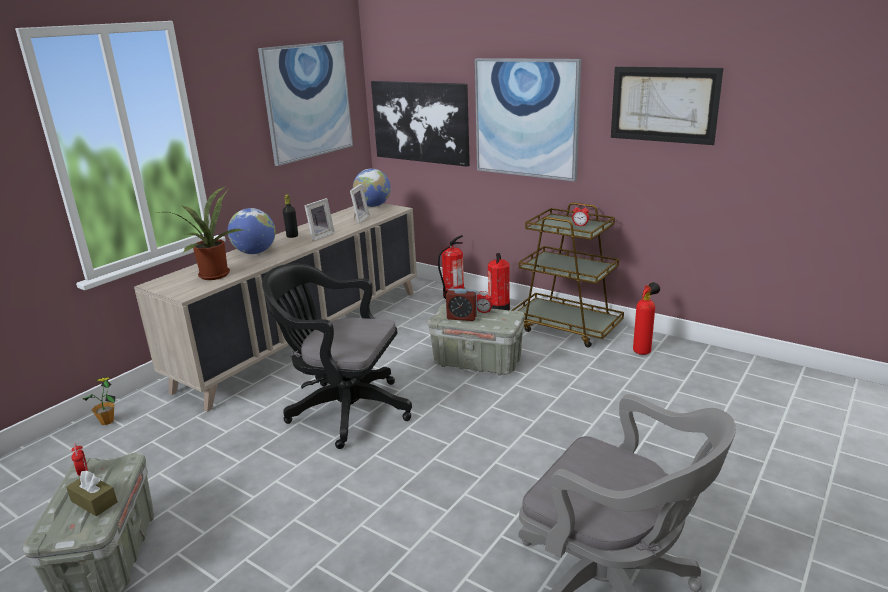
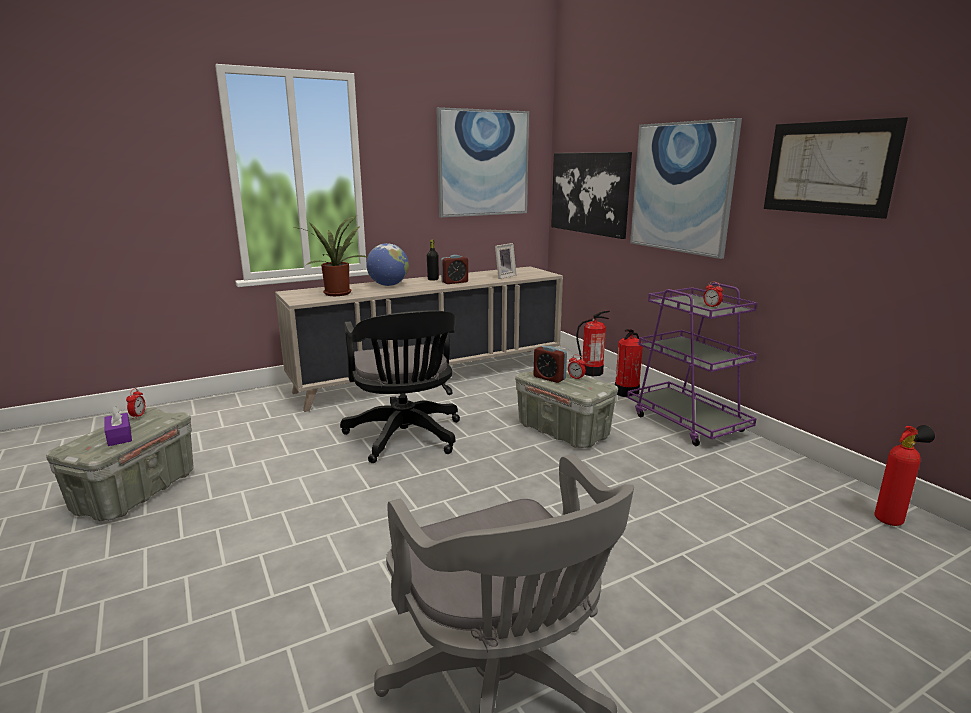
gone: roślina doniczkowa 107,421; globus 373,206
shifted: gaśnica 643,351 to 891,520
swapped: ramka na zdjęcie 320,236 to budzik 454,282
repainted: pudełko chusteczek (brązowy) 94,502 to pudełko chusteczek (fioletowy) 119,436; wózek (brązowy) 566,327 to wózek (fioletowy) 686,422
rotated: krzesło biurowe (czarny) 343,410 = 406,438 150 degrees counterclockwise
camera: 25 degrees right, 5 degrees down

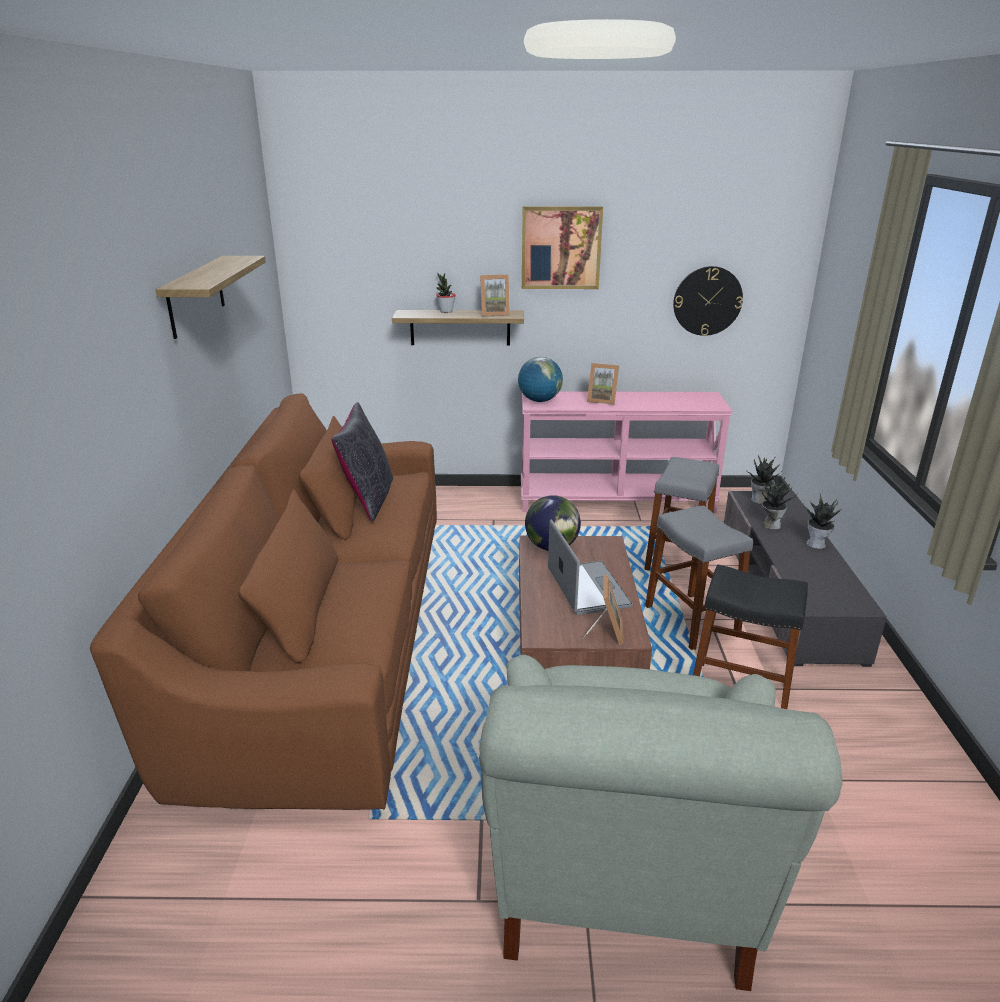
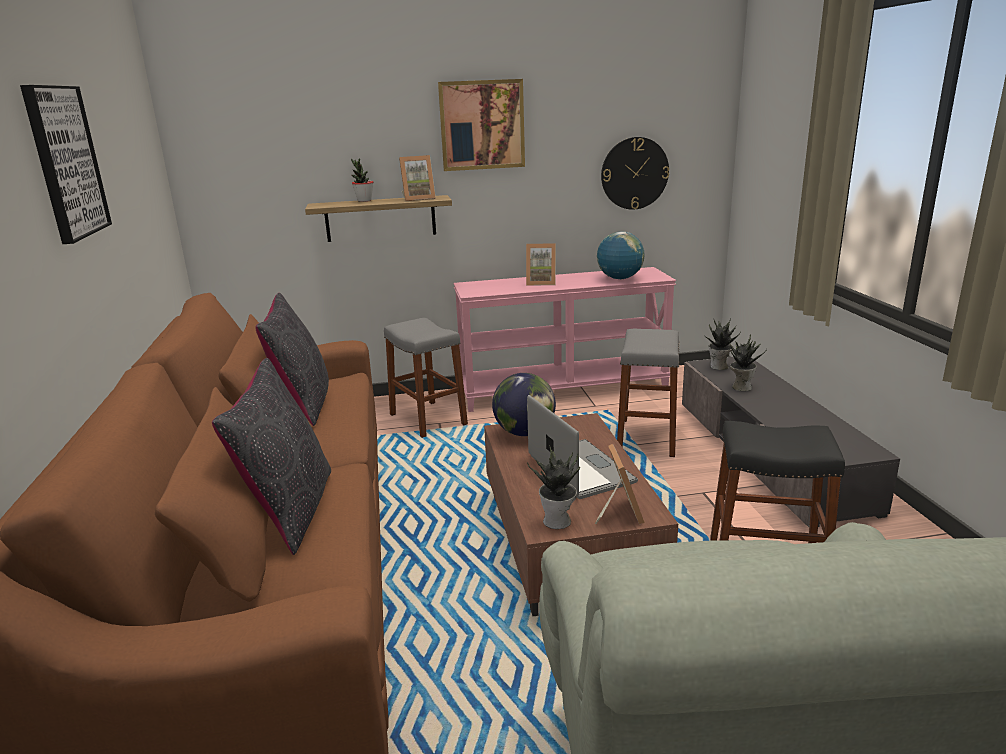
new: poduszka (czarny) 290,510
shifted: globus 539,401 to 619,278; stołek (szary) 691,621 to 428,419; roślina doniczkowa 816,544 to 558,521
swapped: półka 196,296 to obraz 65,162
camera: 10 degrees left, 5 degrees down

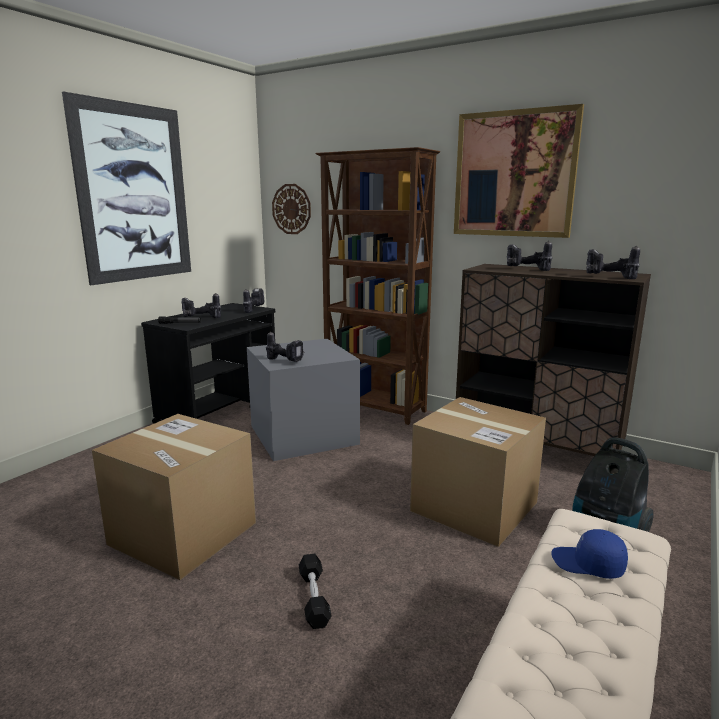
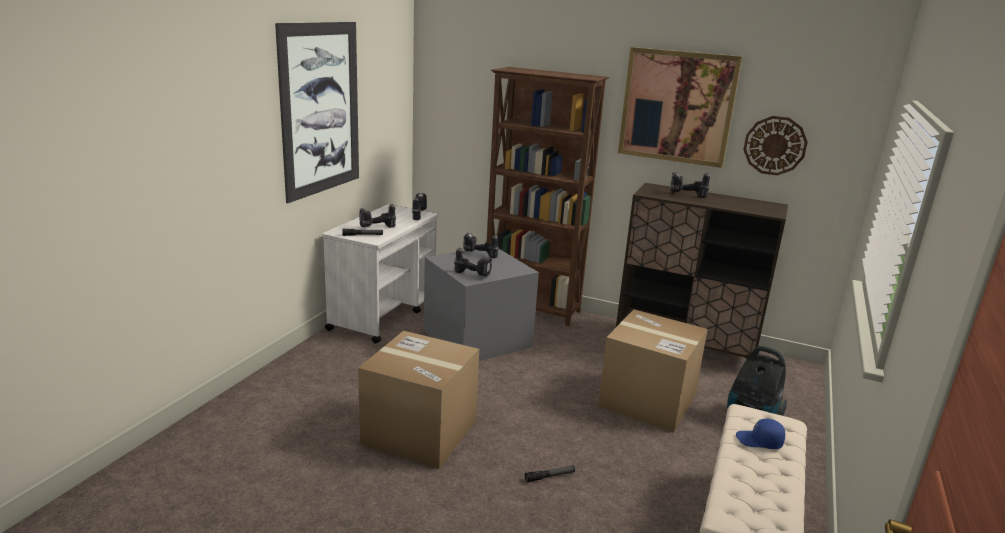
shifted: zegar ścienny 291,209 to 775,145; wiertarka 608,277 to 479,255
swapped: hantel (czarny) 314,598 to latarka 550,476
repainted: wózek (czarny) 220,411 to wózek (biały) 384,314
camera: 10 degrees left, 5 degrees up

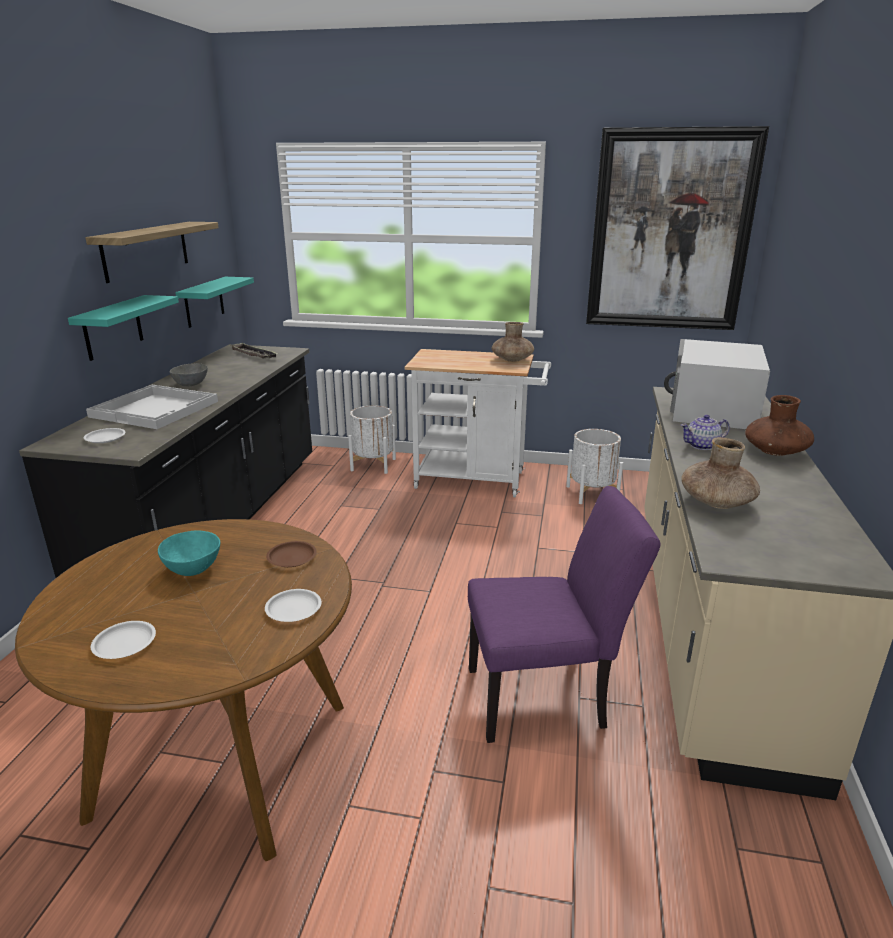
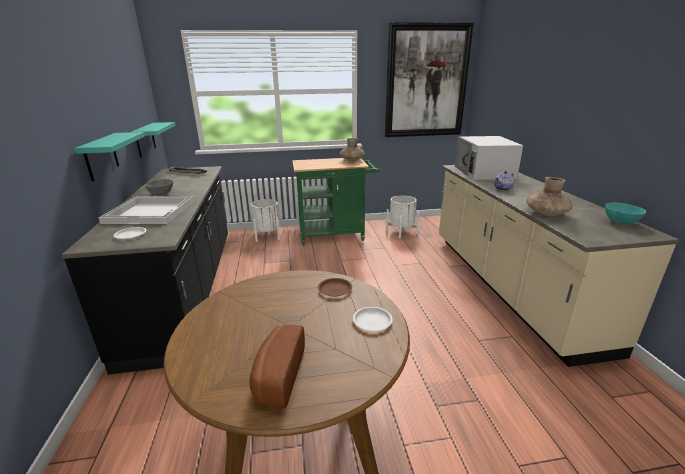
gone: półka 146,250; krzesło (fioletowy) 546,697; wazon (brązowy) 775,451
shifted: miska (turkusowy) 193,568 to 619,222
swapped: talerz (biały) 125,643 to chleb 277,376
repainted: wózek (biały) 477,480 to wózek (zielony) 335,235
camera: 20 degrees left, 0 degrees up

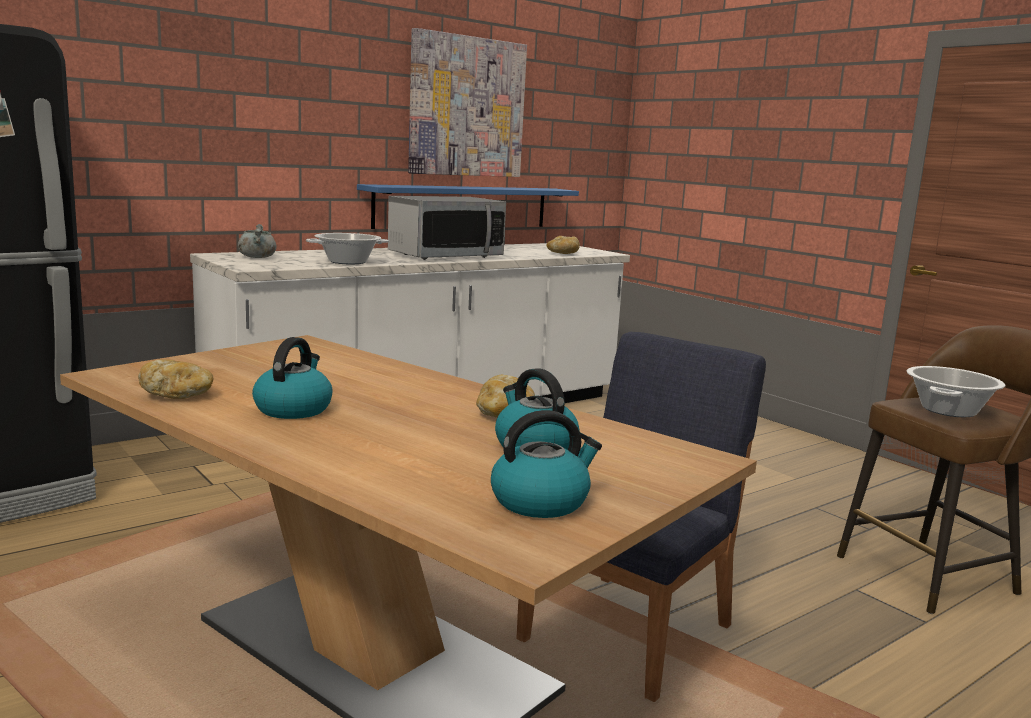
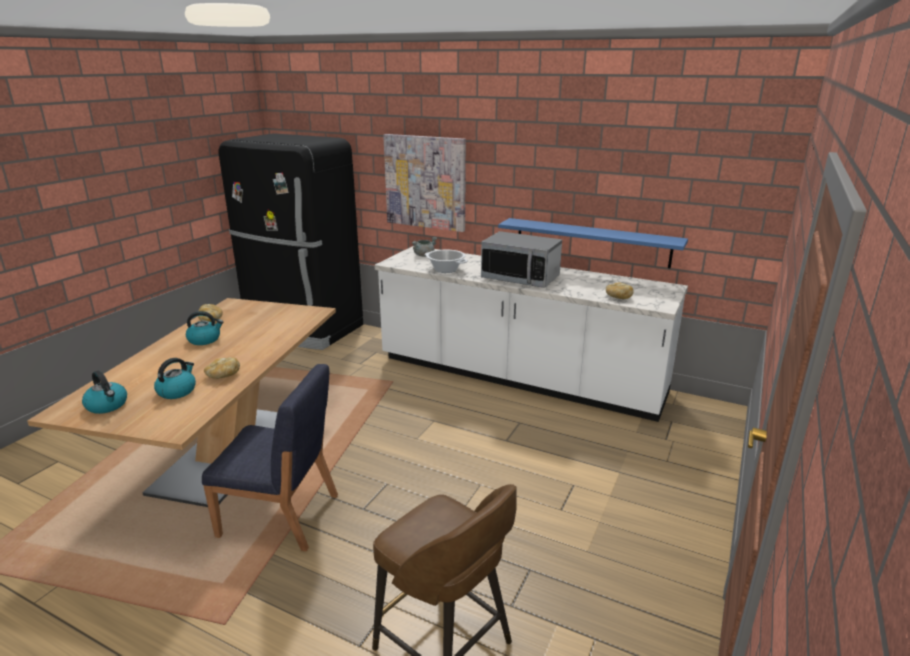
gone: garnek 948,410
shifted: obraz 466,107 to 425,182
camera: 65 degrees right, 10 degrees up

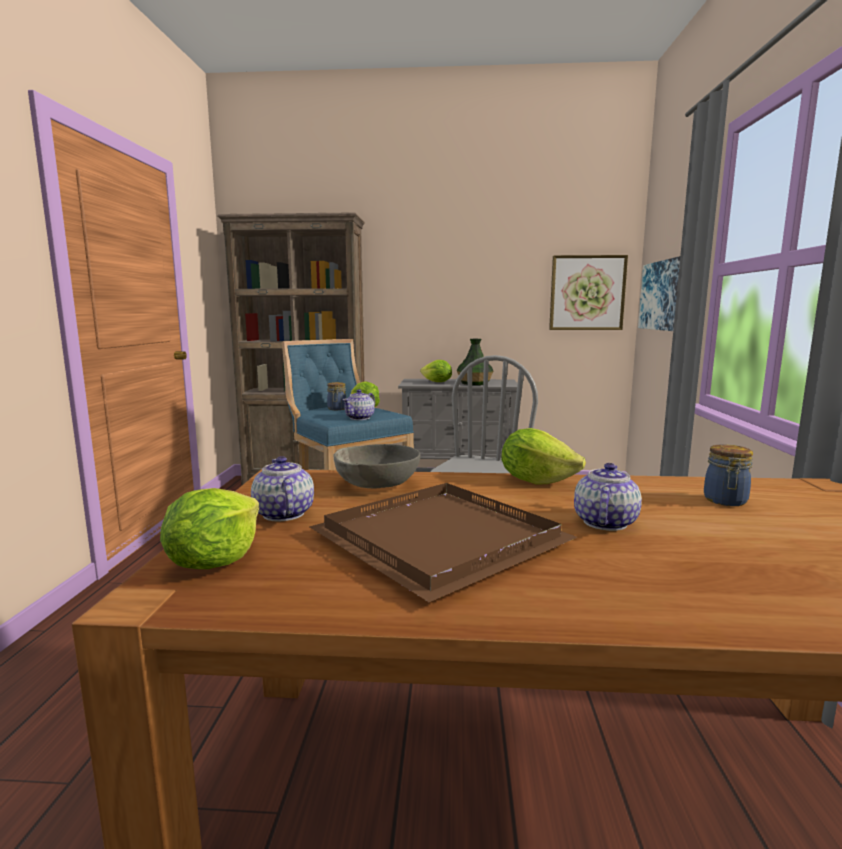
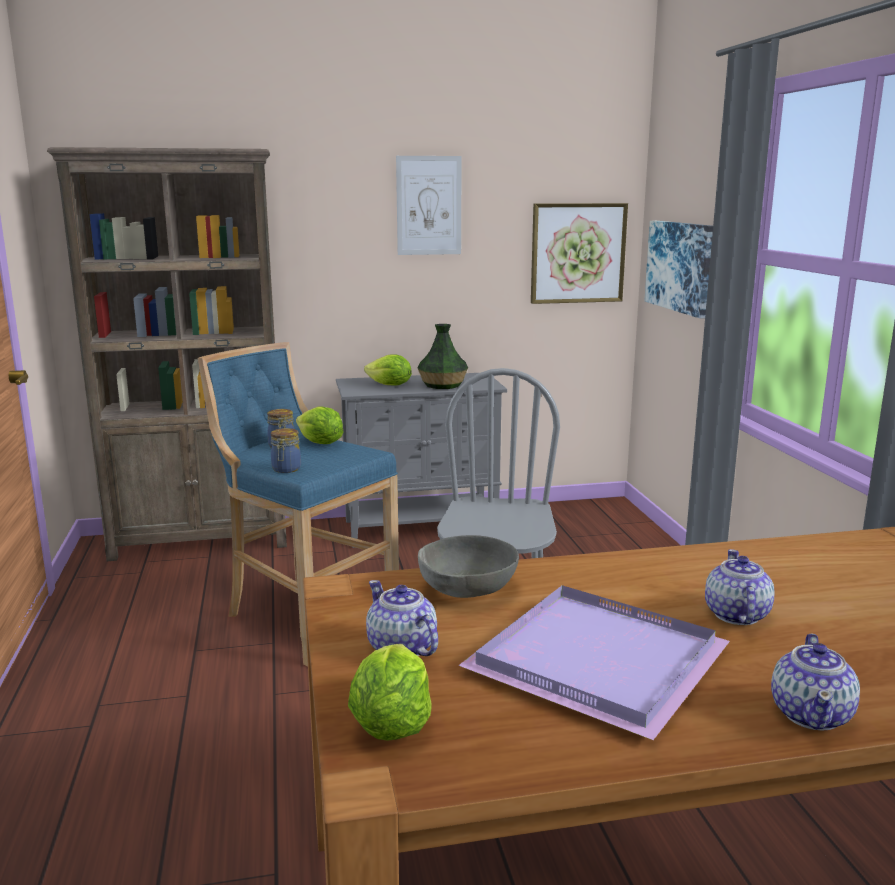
gone: sałata 536,481
new: obraz 429,205
shifted: imbryk 360,418 to 812,714; słoik 725,501 to 286,469
repainted: taca (brązowy) 440,538 to taca (fioletowy) 595,658
camera: 15 degrees left, 5 degrees up

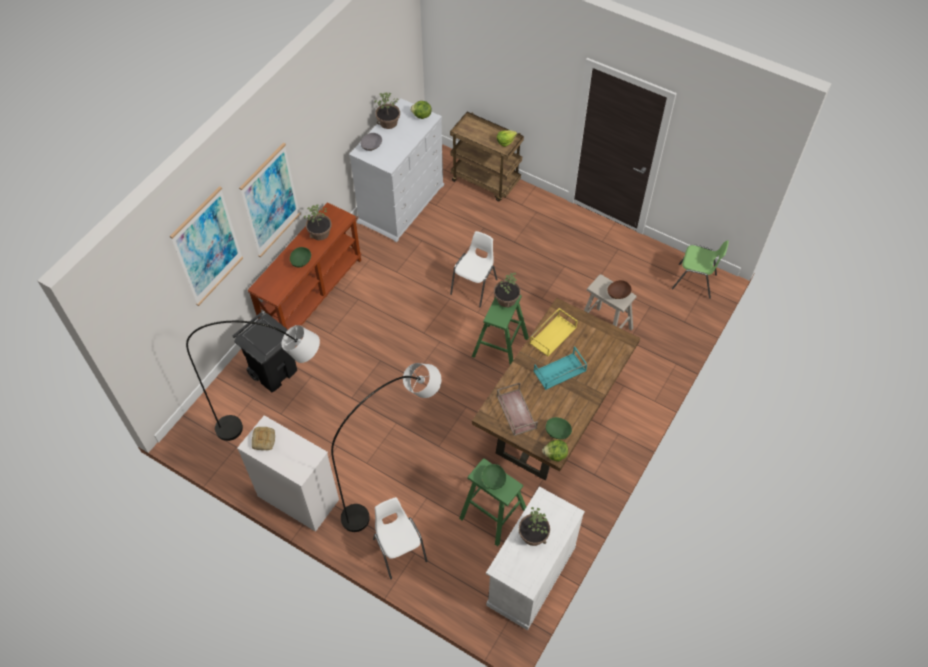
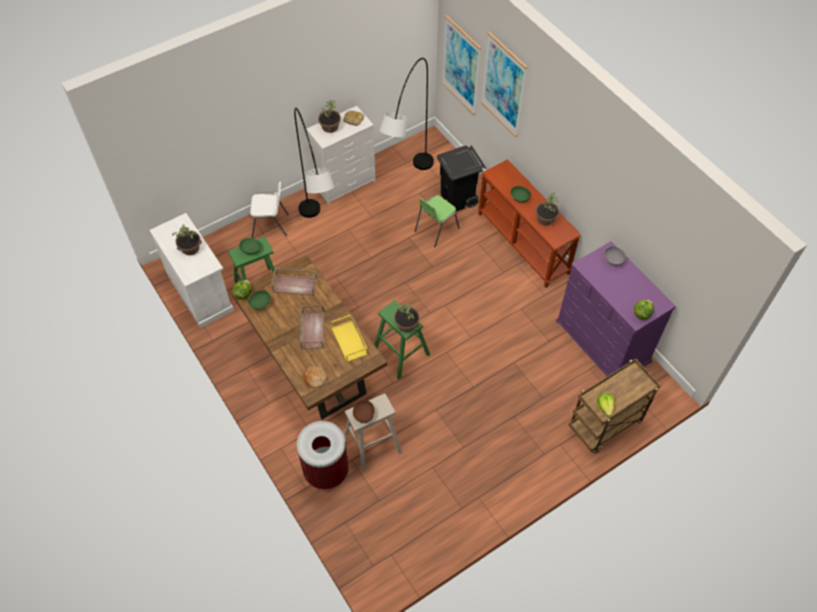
gone: krzesło (biały) 474,286
new: kosz na śmieci 326,471; chleb 315,378
shifted: obraz 270,201 to 461,65; roślina doniczkowa 388,123 to 330,127; krzesło (zielony) 694,282 to 436,230
repainted: komoda (biały) 401,203 to komoda (fioletowy) 603,341; taca (turkusowy) 559,372 to taca (brązowy) 312,329
camera: 115 degrees right, 0 degrees up

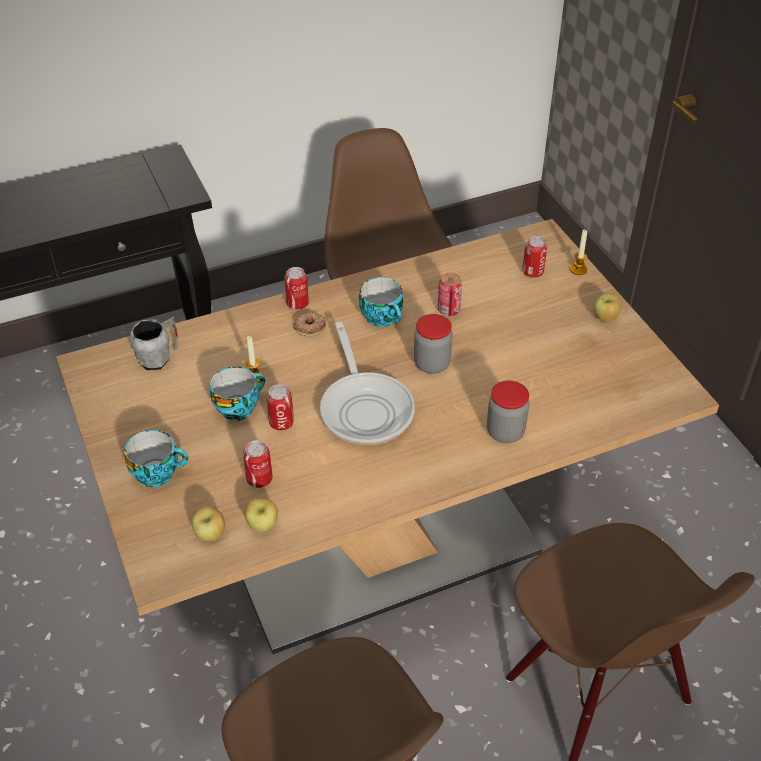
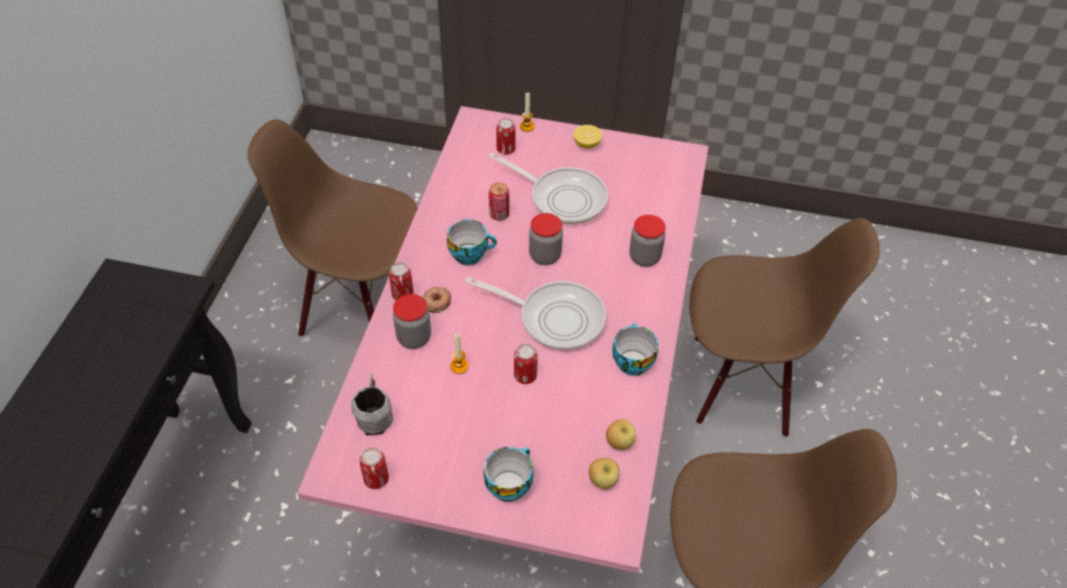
new: słoik 414,338; patelnia 562,198
shifted: filiżanka 238,407 to 631,361; puszka 259,479 to 376,479
swapped: jabłko 605,318 to cytryna 587,144
repainted: stół jadalny (brązowy) 380,542 to stół jadalny (różowy) 530,424
camera: 55 degrees left, 5 degrees up

